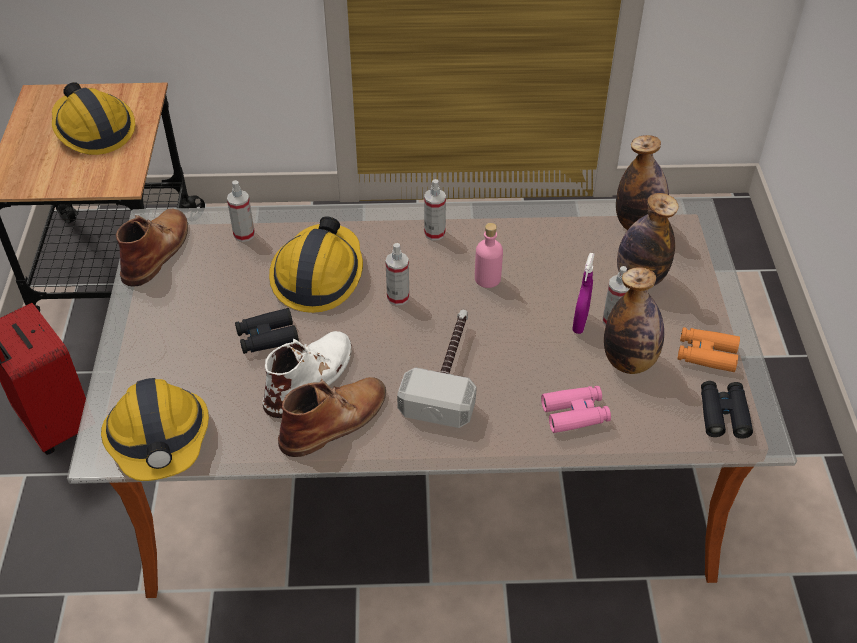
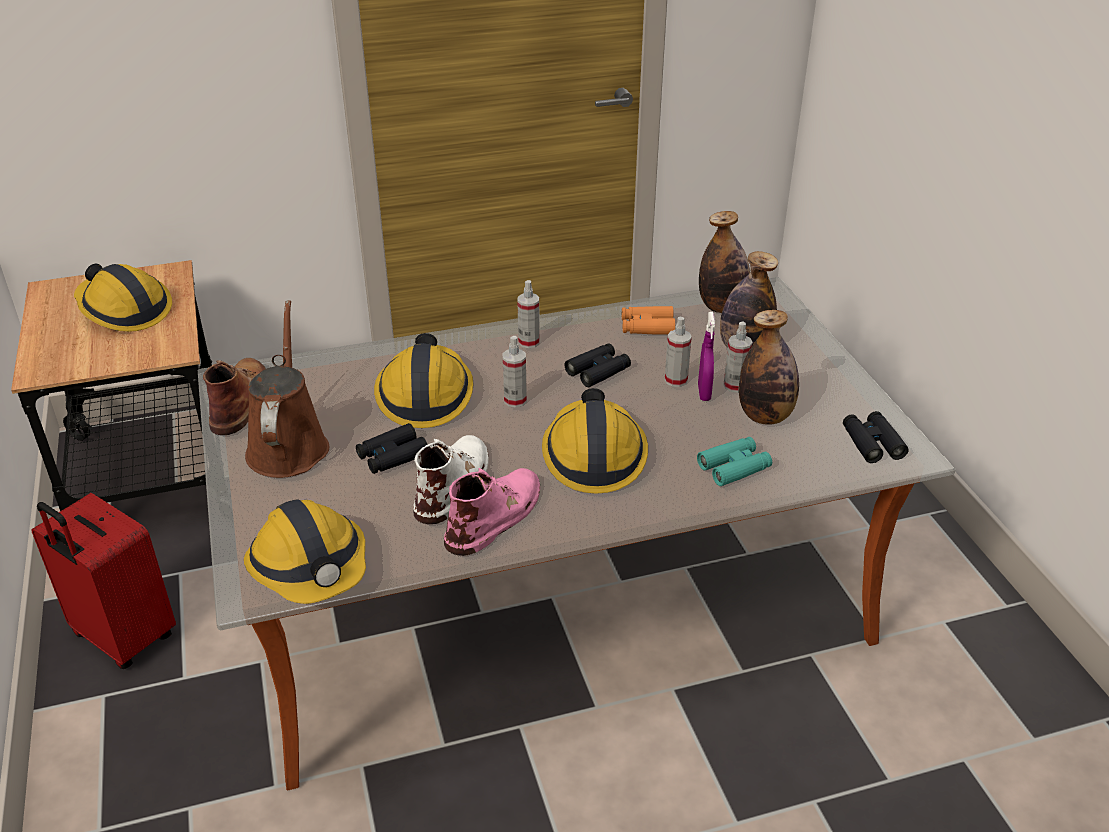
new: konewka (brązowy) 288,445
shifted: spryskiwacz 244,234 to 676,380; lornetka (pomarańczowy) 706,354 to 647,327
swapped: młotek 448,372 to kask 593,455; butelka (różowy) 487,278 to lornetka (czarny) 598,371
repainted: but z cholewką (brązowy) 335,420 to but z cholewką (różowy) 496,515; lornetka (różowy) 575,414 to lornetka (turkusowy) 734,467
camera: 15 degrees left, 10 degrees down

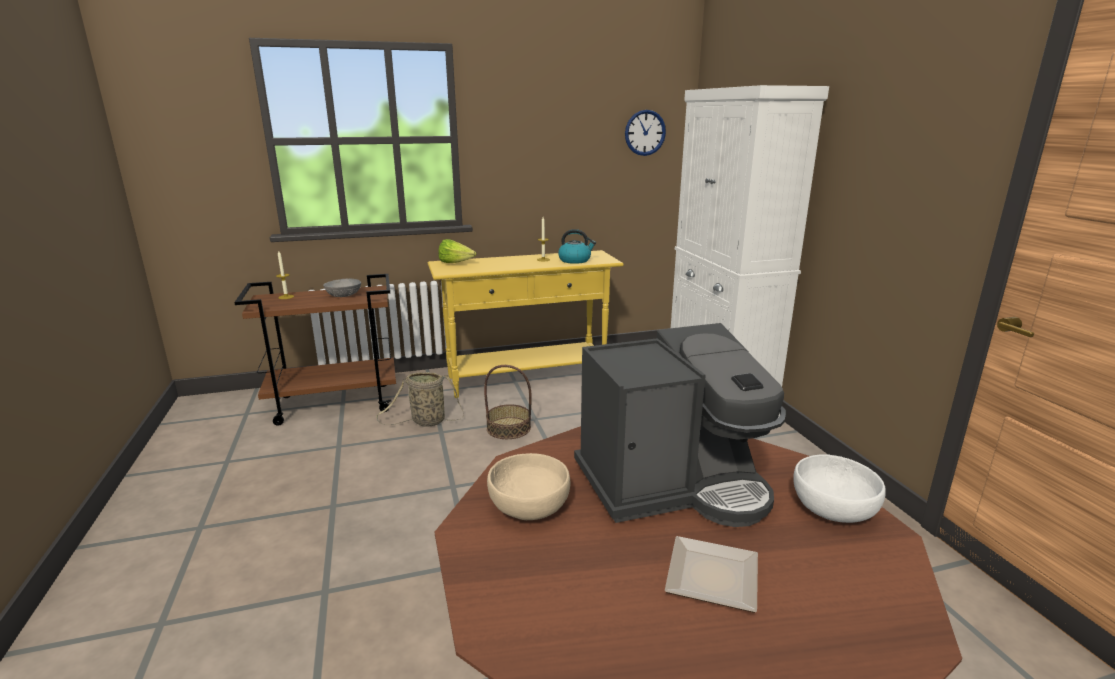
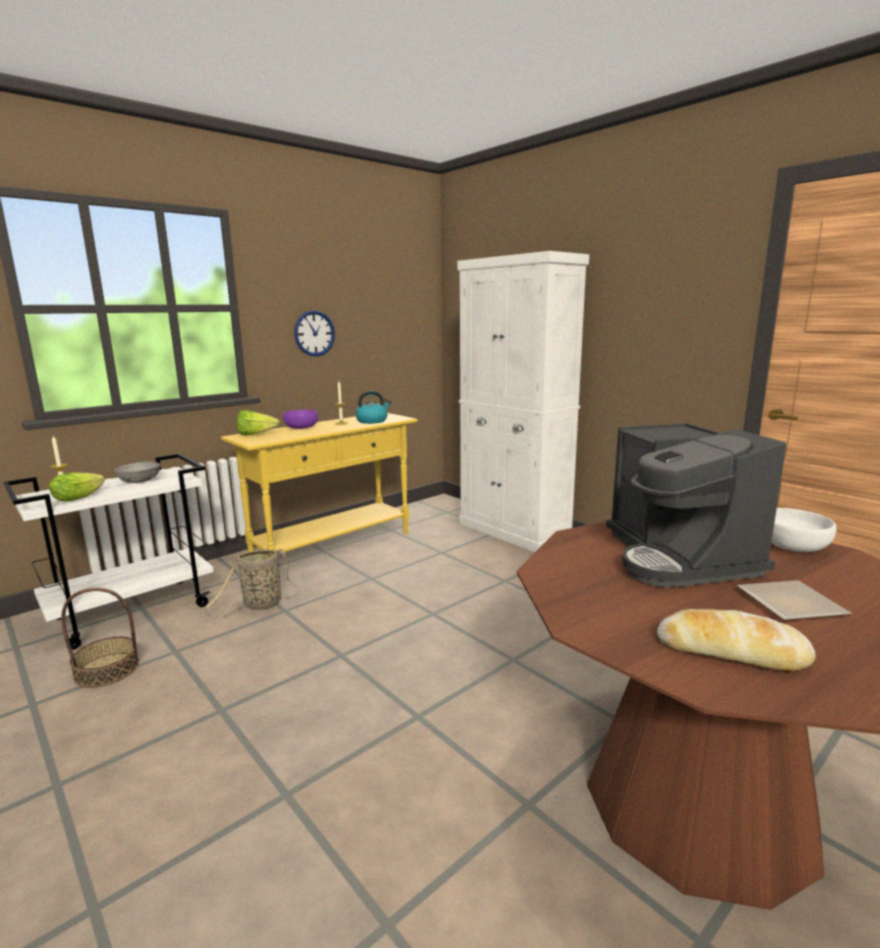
gone: miska (beżowy) 529,507
new: sałata 81,496; miska (fioletowy) 302,427; chleb 731,652
shifted: koszyk 509,428 to 107,669; zegar ścienny 645,133 to 314,333
repainted: wózek (brązowy) 336,403 to wózek (biały) 134,611
rotated: ekspres do kawy 673,484 = 678,557 120 degrees clockwise
camera: 25 degrees left, 5 degrees down

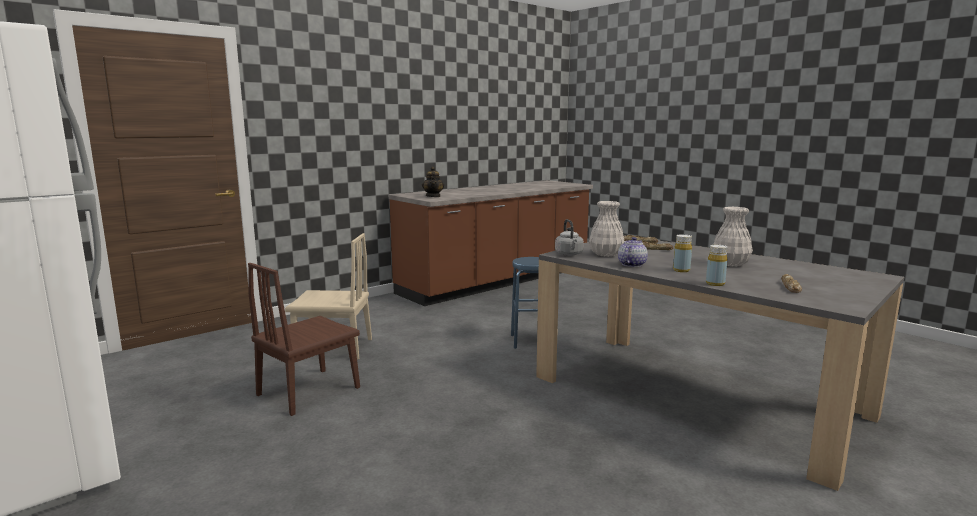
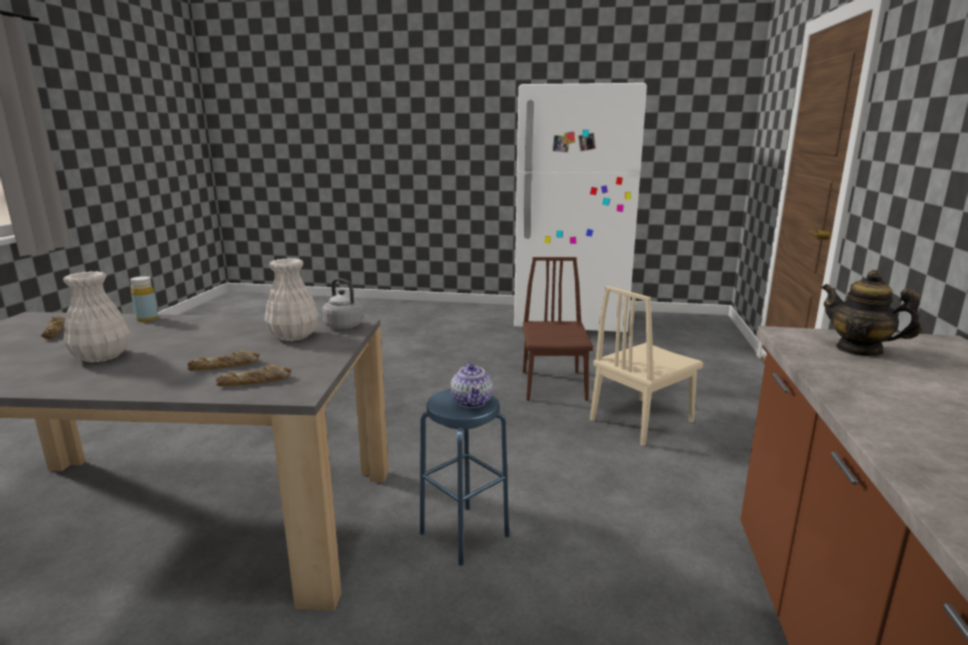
gone: butelka (żółty) 681,270
shifted: imbryk 631,264 to 472,402
camera: 140 degrees right, 5 degrees up

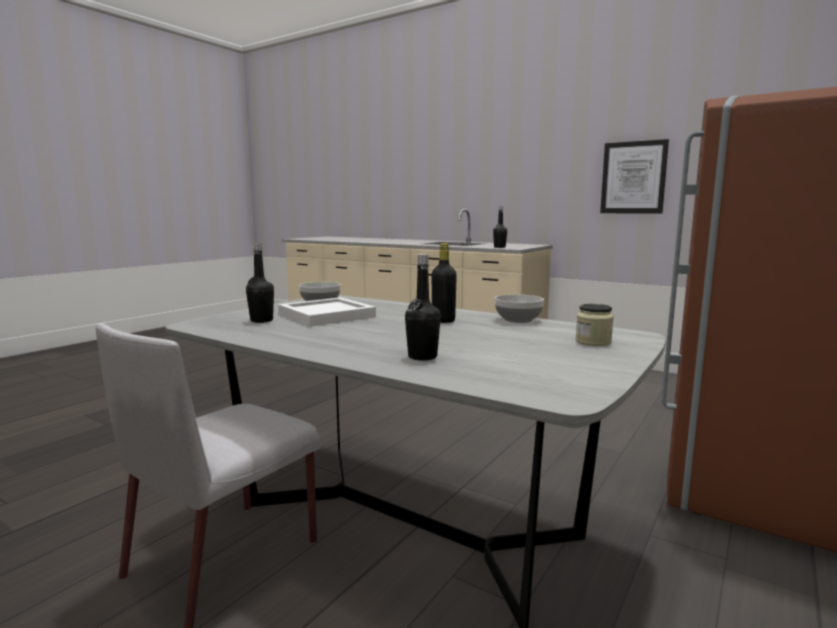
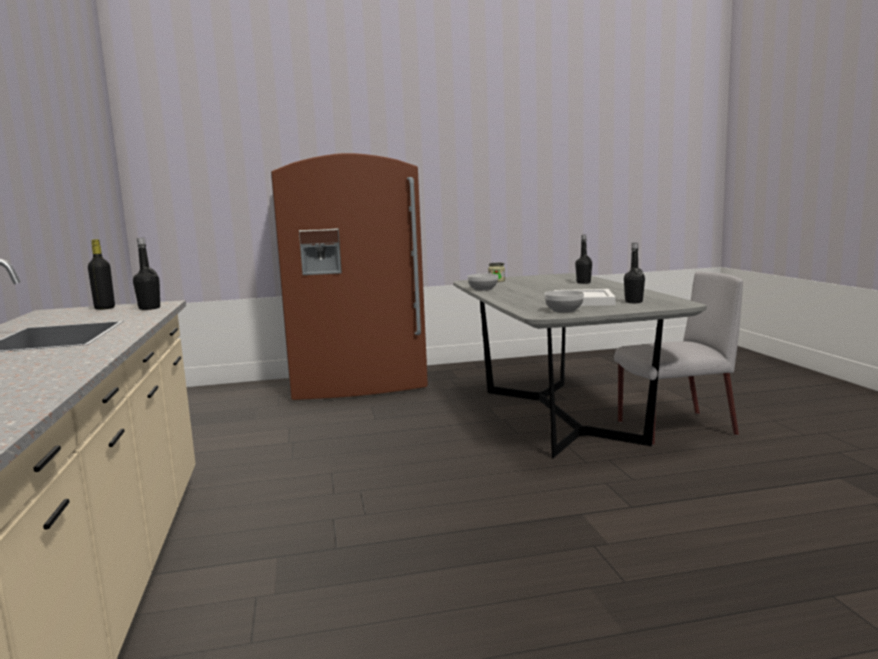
gone: obraz 633,177
shifted: butelka (czarny) 443,321 to 104,308
camera: 135 degrees left, 0 degrees up

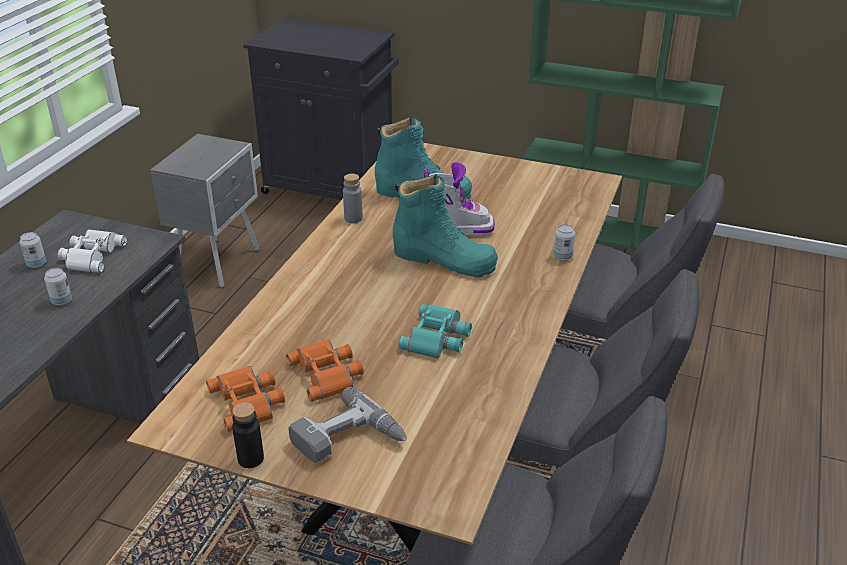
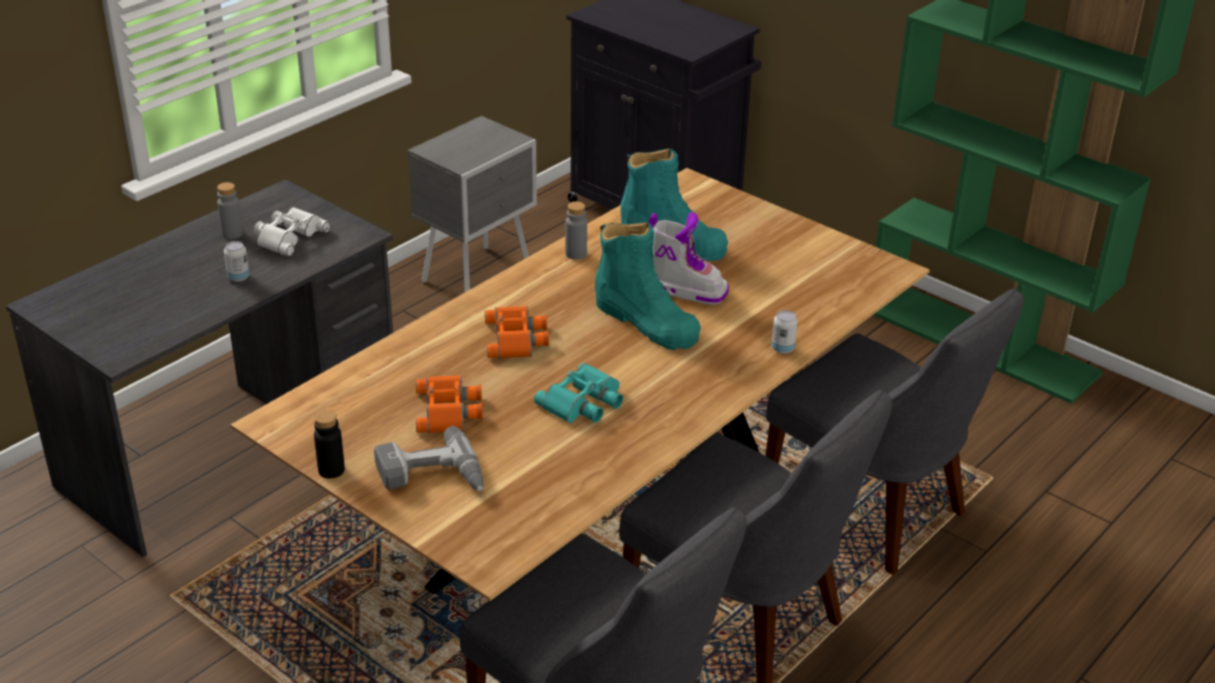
shifted: lornetka (pomarańczowy) 249,401 to 517,338
swapped: puszka 36,264 to butelka (szary) 232,233
camera: 20 degrees right, 0 degrees up

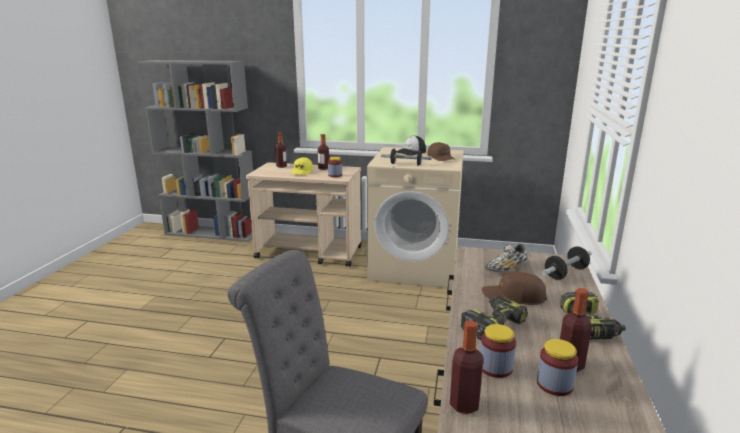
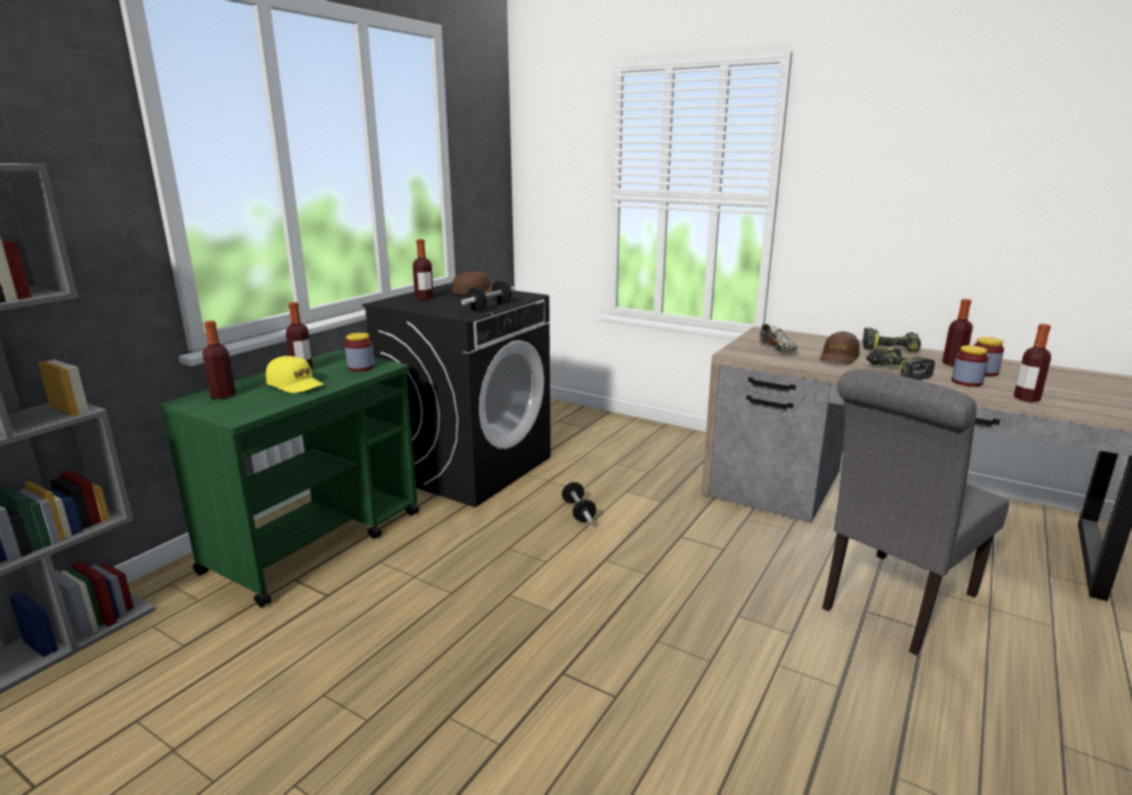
shifted: hantel 565,273 to 578,512
swapped: czapka z daszkiem 410,152 to butelka 424,298
repainted: wózek (beżowy) 310,253 to wózek (zielony) 317,540; pralka (beżowy) 415,267 to pralka (czarny) 469,466
camera: 70 degrees left, 0 degrees up

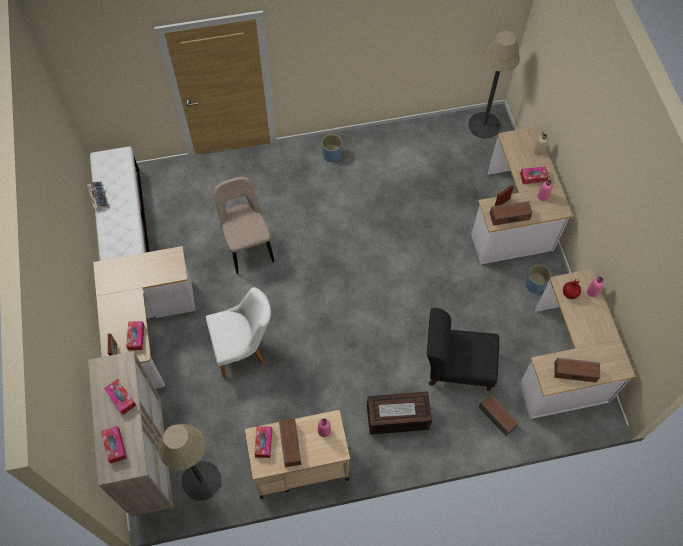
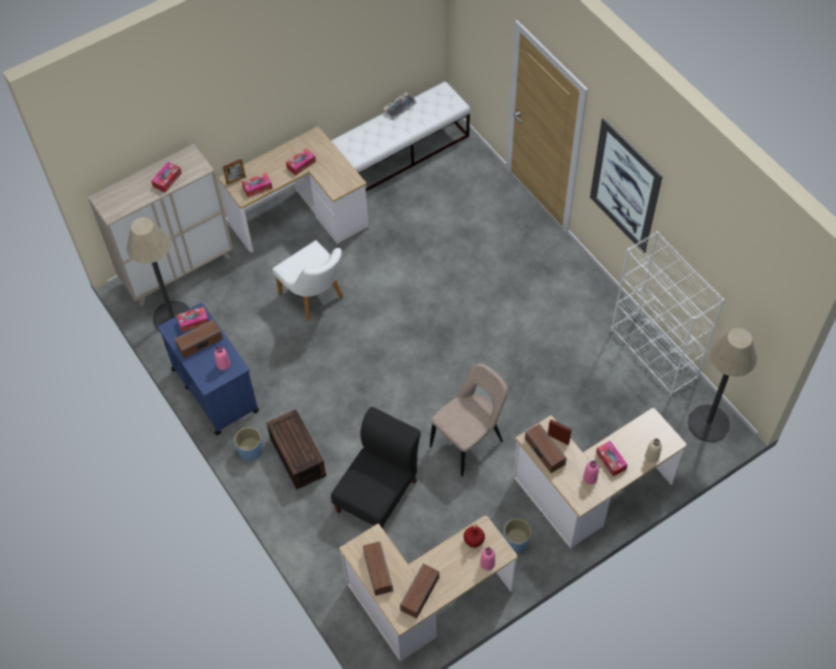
gone: klawiatura 397,410
new: obraz 624,187; regał (biały) 654,354
shifted: pudełko chusteczek 115,446 to 301,164; krzesło (beżowy) 247,246 to 469,442; donica (niebieski) 332,155 to 250,451; głośnik 497,417 to 420,594
repainted: wózek (beżowy) 299,466 to wózek (niebieski) 215,389
rotated: krzesło (czarny) 456,366 = 379,493 45 degrees clockwise
camera: 70 degrees right, 5 degrees down

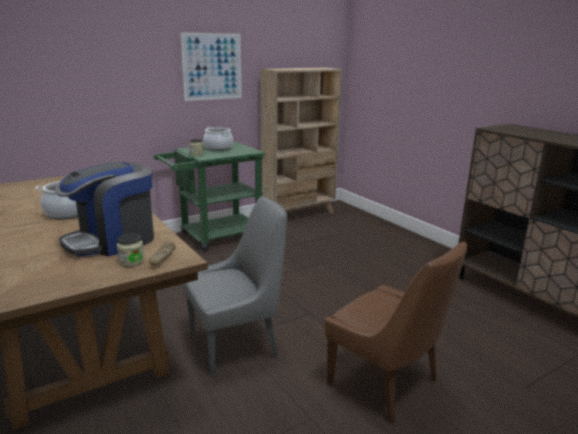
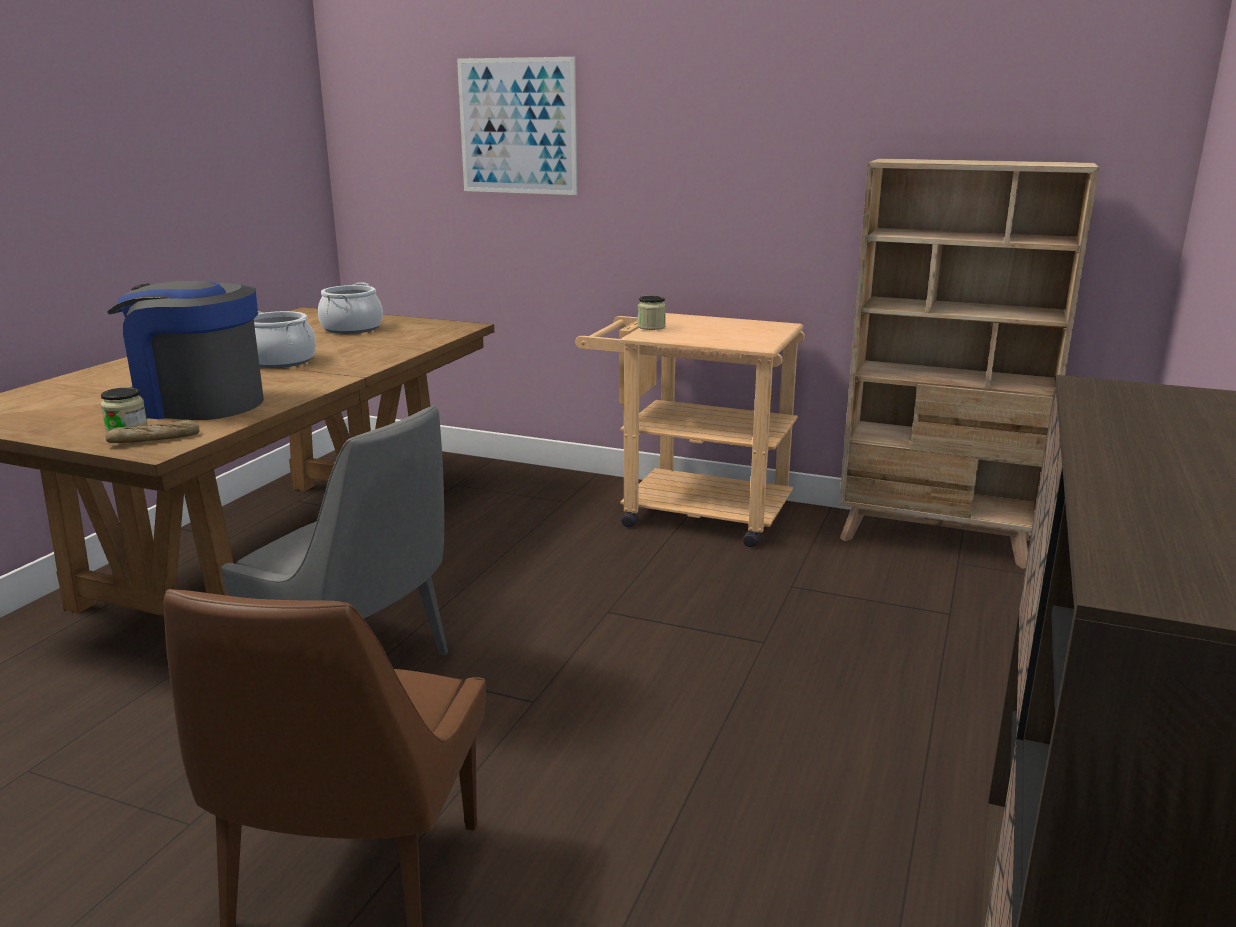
shifted: obraz 212,66 to 517,126; garnek 218,148 to 352,328
repainted: wózek (zielony) 214,237 to wózek (beżowy) 690,512
camera: 55 degrees right, 0 degrees up

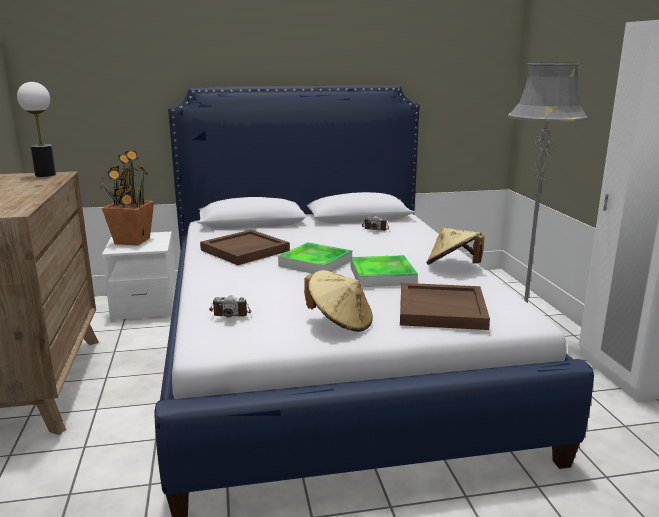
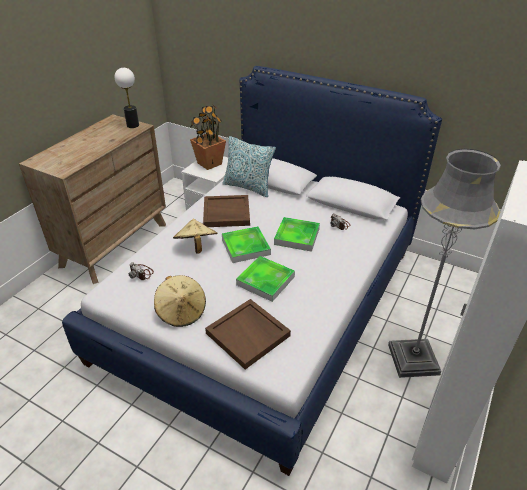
new: poduszka 248,187; taca 297,236
shifted: kapelusz (beżowy) 452,267 to 196,246
camera: 40 degrees right, 20 degrees up

